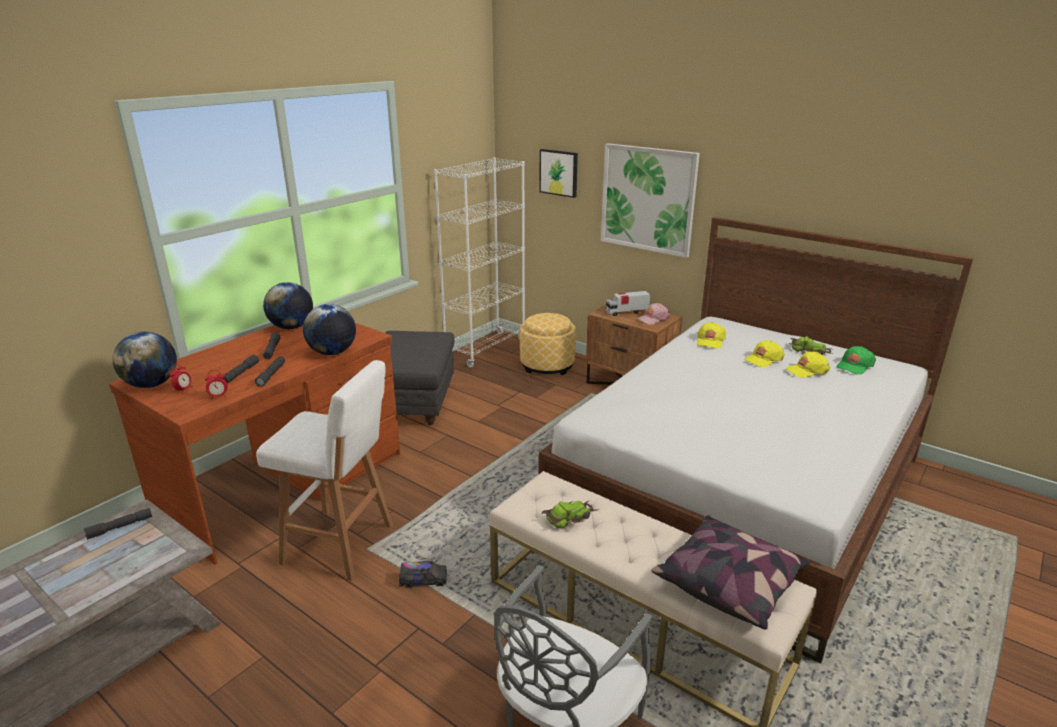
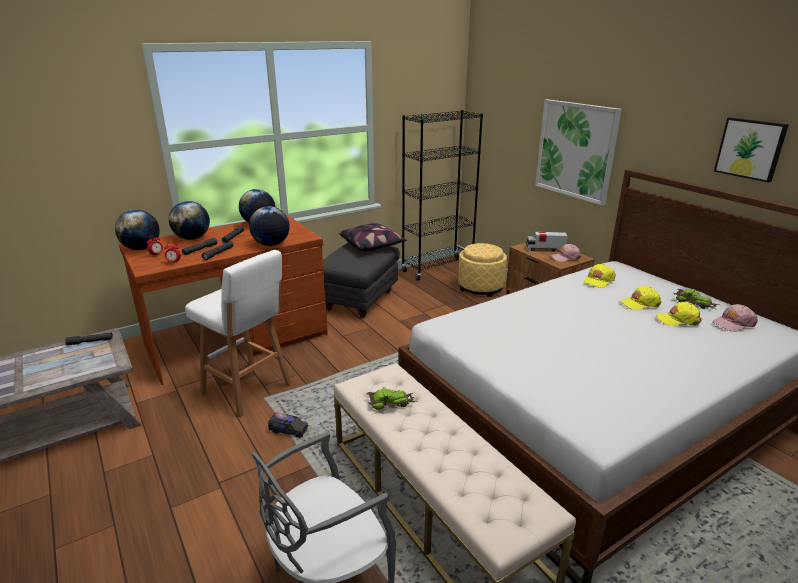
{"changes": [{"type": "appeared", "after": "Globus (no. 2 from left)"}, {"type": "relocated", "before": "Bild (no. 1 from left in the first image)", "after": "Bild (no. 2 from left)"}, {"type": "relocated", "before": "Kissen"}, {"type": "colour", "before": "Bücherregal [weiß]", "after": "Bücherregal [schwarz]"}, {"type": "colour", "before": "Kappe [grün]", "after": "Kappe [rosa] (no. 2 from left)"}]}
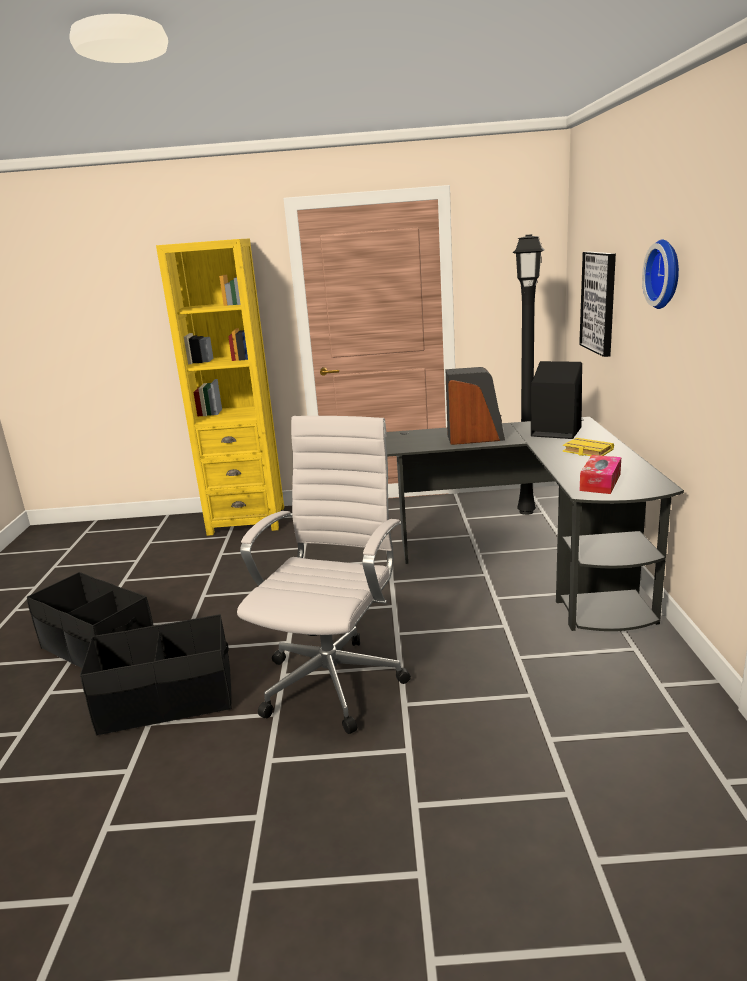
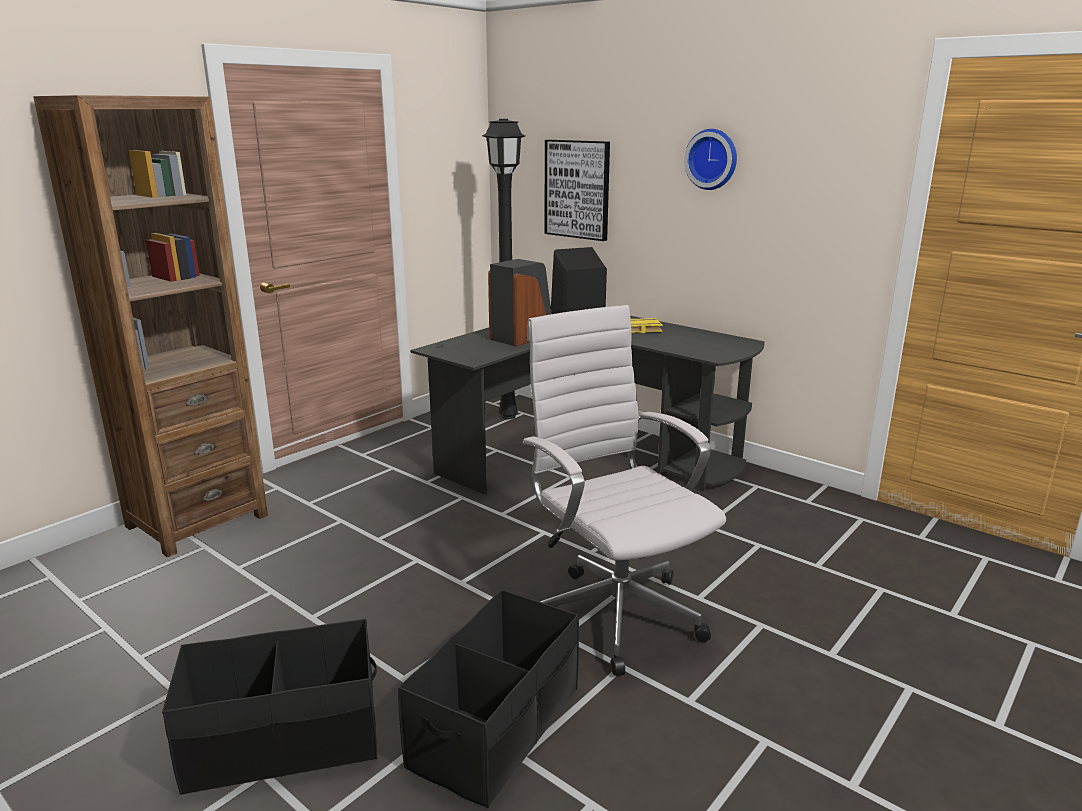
{"changes": [{"type": "missing", "before": "Taschentuchbox"}, {"type": "colour", "before": "Bücherregal [gelb]", "after": "Bücherregal [braun]"}]}
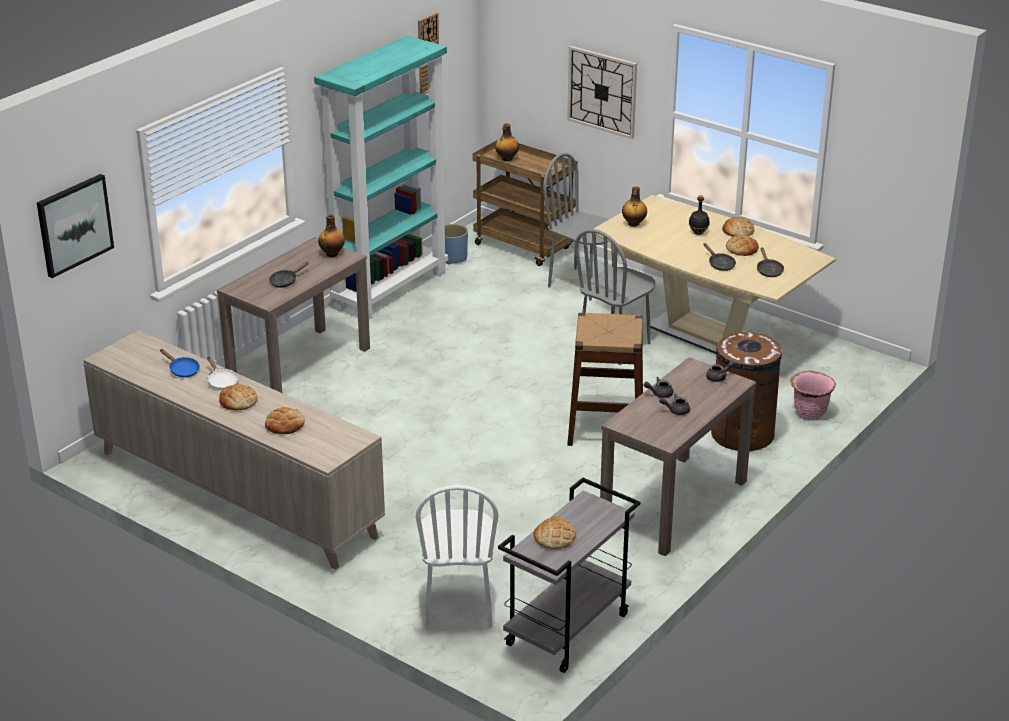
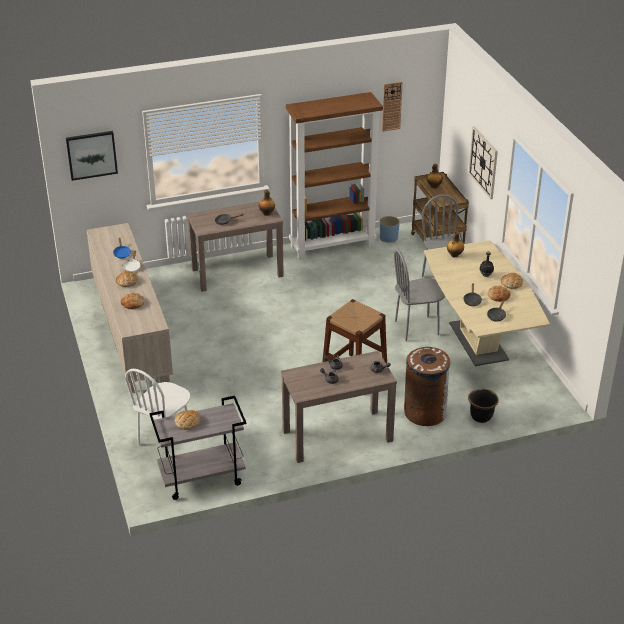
{"changes": [{"type": "colour", "before": "Bücherregal [türkis]", "after": "Bücherregal [braun]"}, {"type": "colour", "before": "Pflanzkübel [rosa]", "after": "Pflanzkübel [schwarz]"}]}
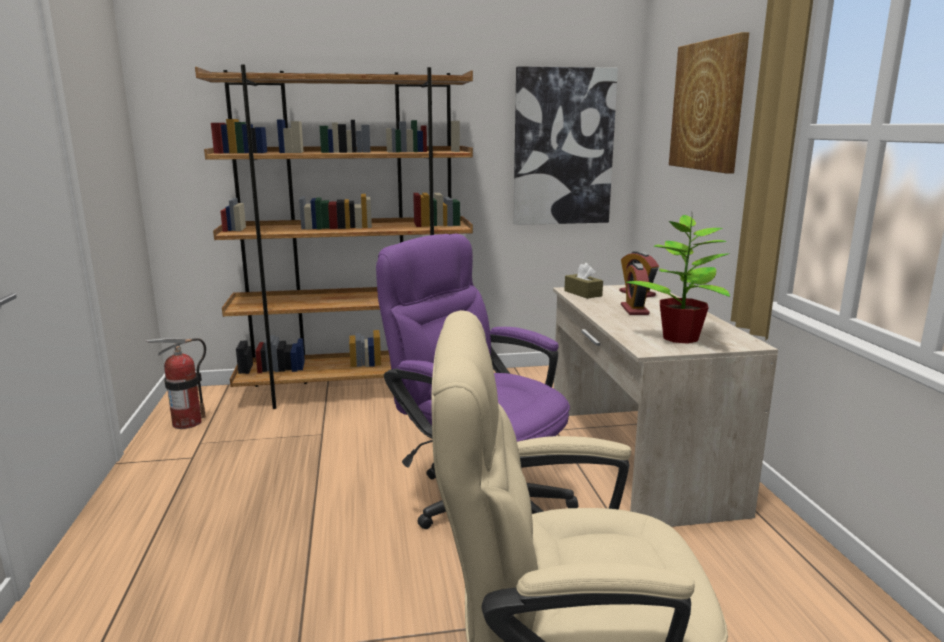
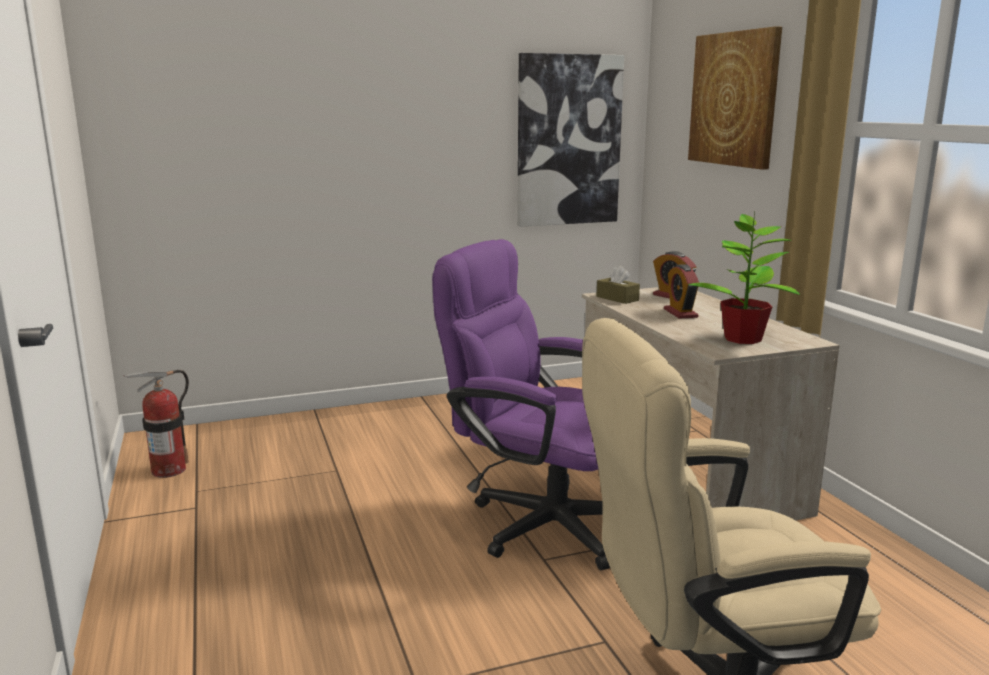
{"changes": [{"type": "missing", "before": "Bücherregal [braun]"}]}
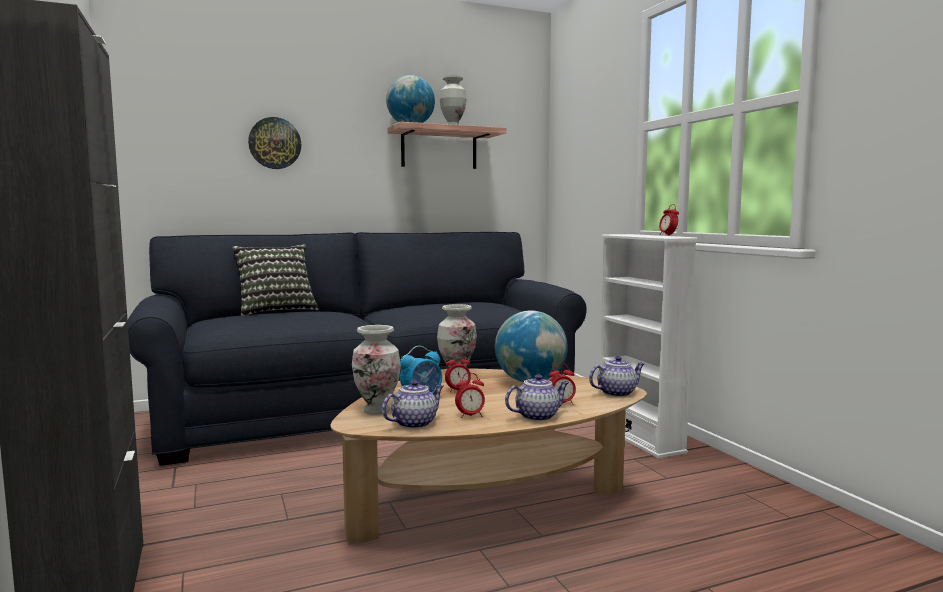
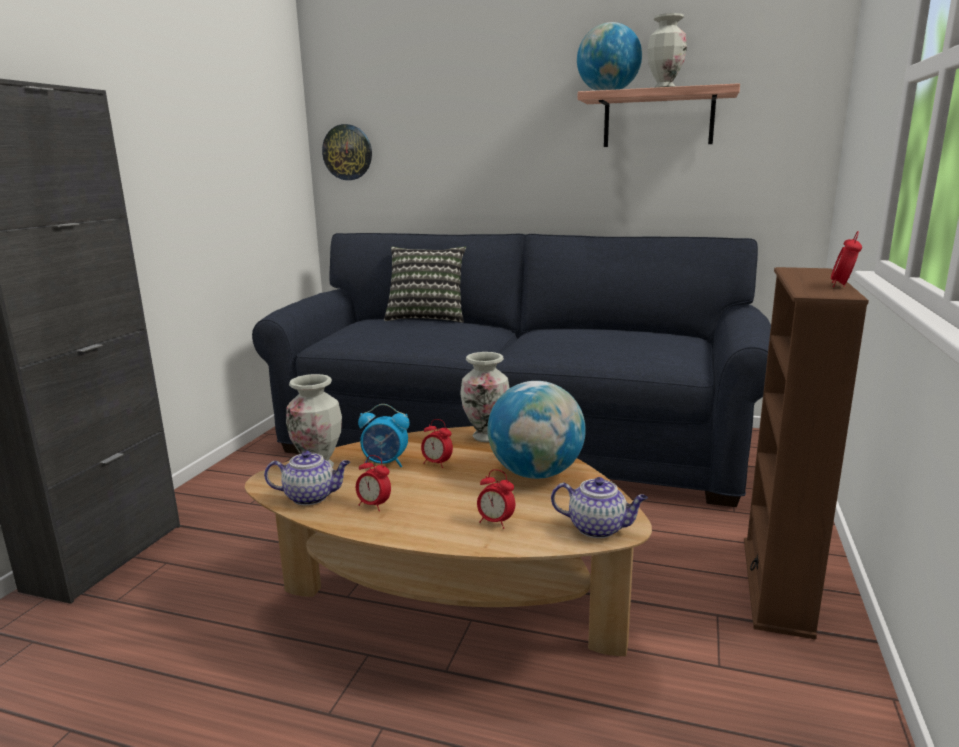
{"changes": [{"type": "missing", "before": "Teekanne (no. 2 from left)"}, {"type": "relocated", "before": "Wanduhr"}, {"type": "colour", "before": "Bücherregal [weiß]", "after": "Bücherregal [braun]"}]}
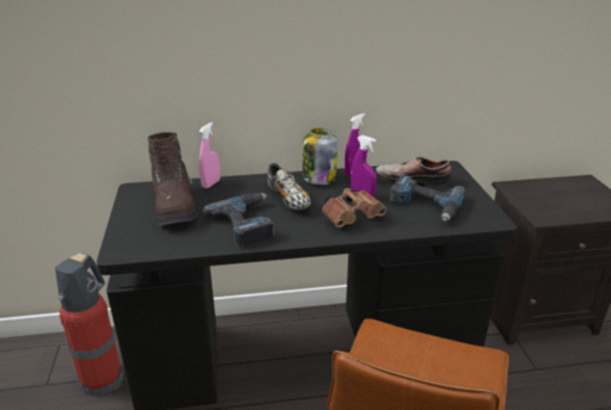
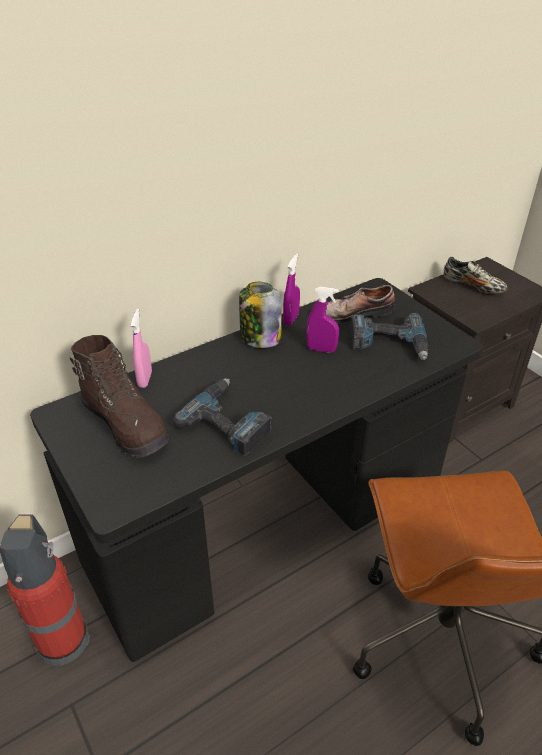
{"changes": [{"type": "missing", "before": "Fernglas [braun]"}, {"type": "relocated", "before": "Schuh (no. 1 from left in the first image)", "after": "Schuh (no. 2 from left)"}]}
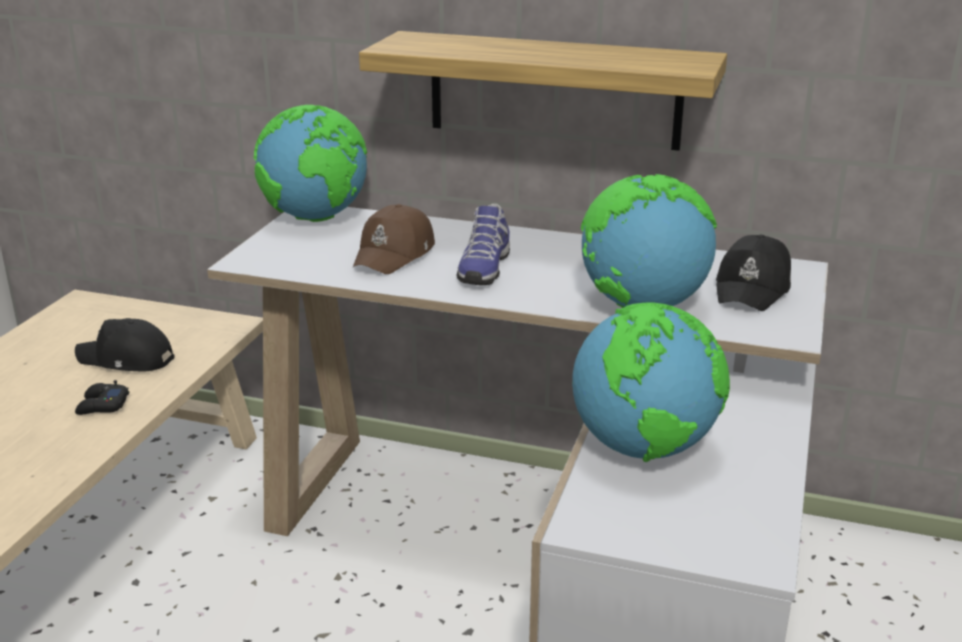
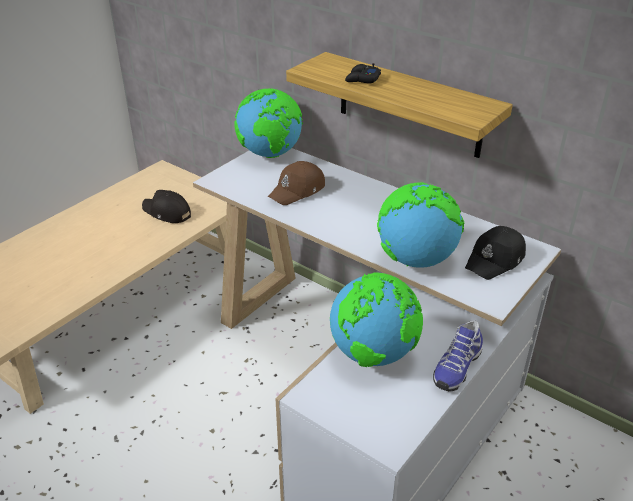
{"changes": [{"type": "relocated", "before": "Gamepad [schwarz]"}, {"type": "relocated", "before": "Schuh"}]}
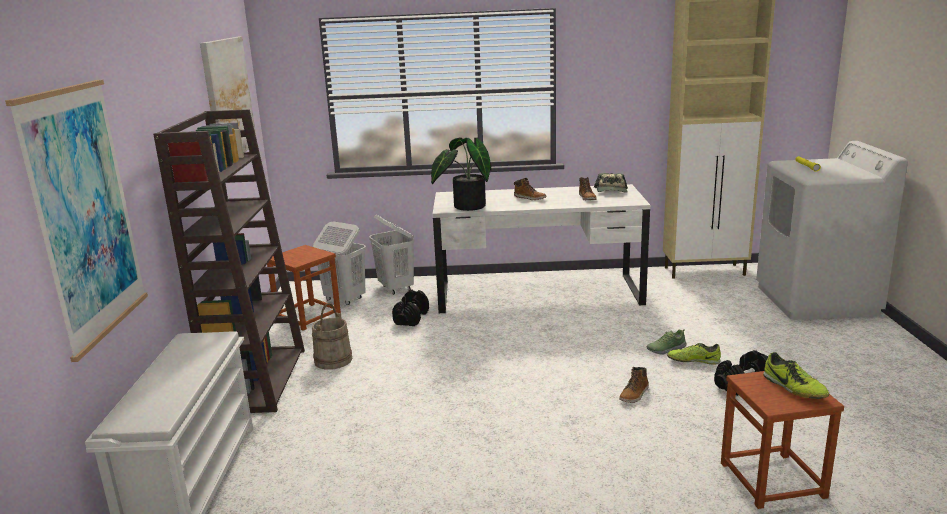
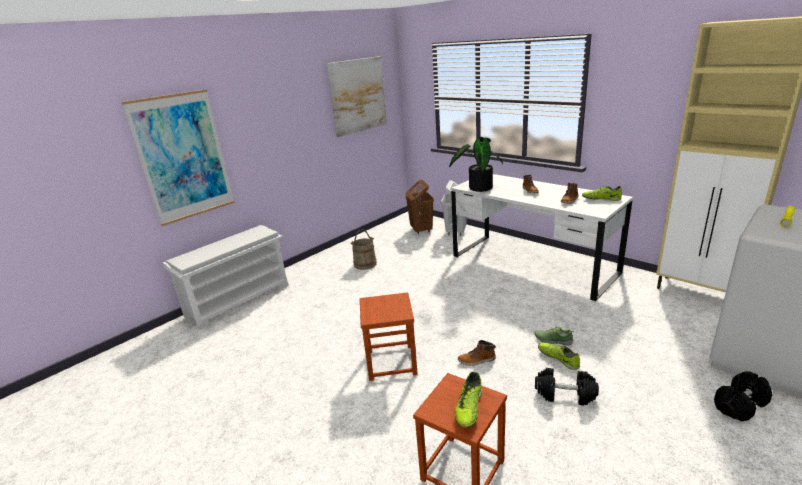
{"changes": [{"type": "missing", "before": "Bücherregal [braun]"}, {"type": "relocated", "before": "Hocker [braun] (no. 1 from left)"}, {"type": "relocated", "before": "Hantel [schwarz] (no. 1 from left in the first image)", "after": "Hantel [schwarz] (no. 2 from left)"}, {"type": "exchanged", "before": "Kappe", "after": "Schuh (no. 4 from left)"}, {"type": "colour", "before": "Wäschekorb [weiß] (no. 1 from left)", "after": "Wäschekorb [braun]"}]}
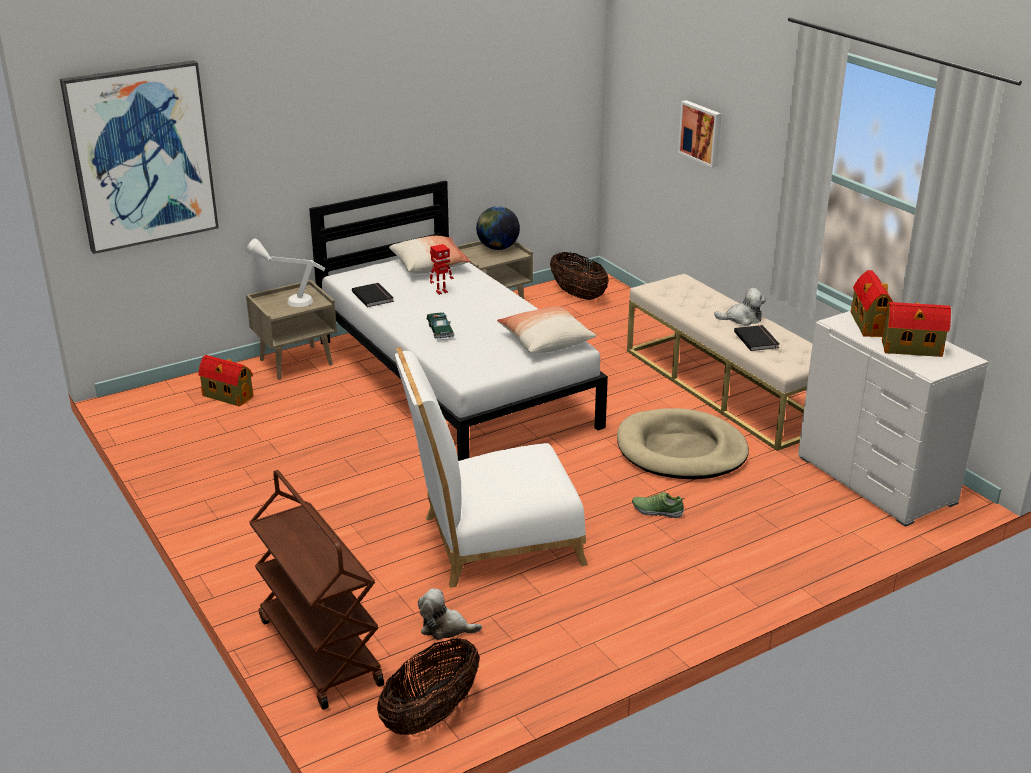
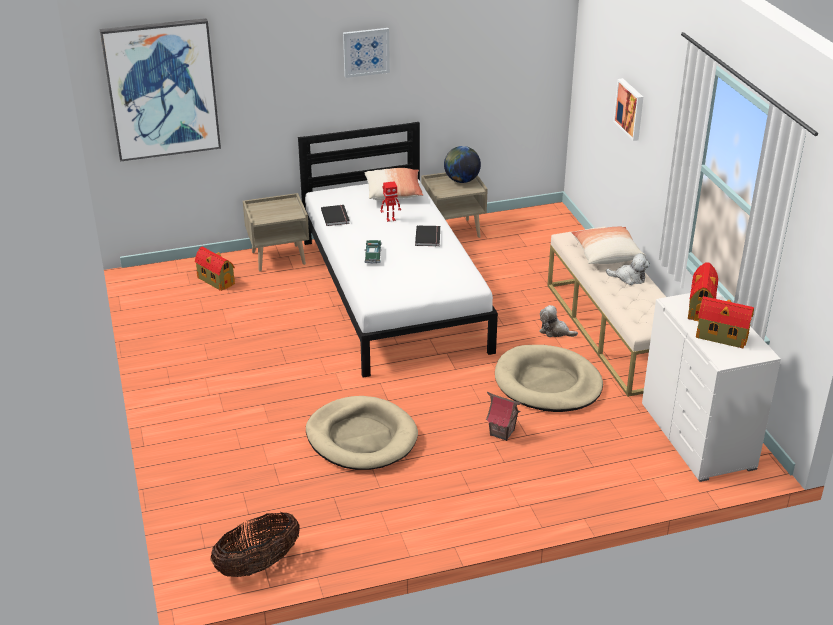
{"changes": [{"type": "missing", "before": "Tischlampe [weiß]"}, {"type": "missing", "before": "Rollwagen [braun]"}, {"type": "missing", "before": "Korb (no. 2 from left)"}, {"type": "appeared", "after": "Bild (no. 2 from left)"}, {"type": "relocated", "before": "Plüschtier (no. 1 from left)"}, {"type": "relocated", "before": "Kissen (no. 2 from left)"}, {"type": "relocated", "before": "Buch [schwarz] (no. 2 from left)"}, {"type": "exchanged", "before": "Stuhl [weiß]", "after": "Hundebett [beige] (no. 1 from left)"}, {"type": "exchanged", "before": "Schuh", "after": "Spielzeughaus (no. 2 from left)"}]}
